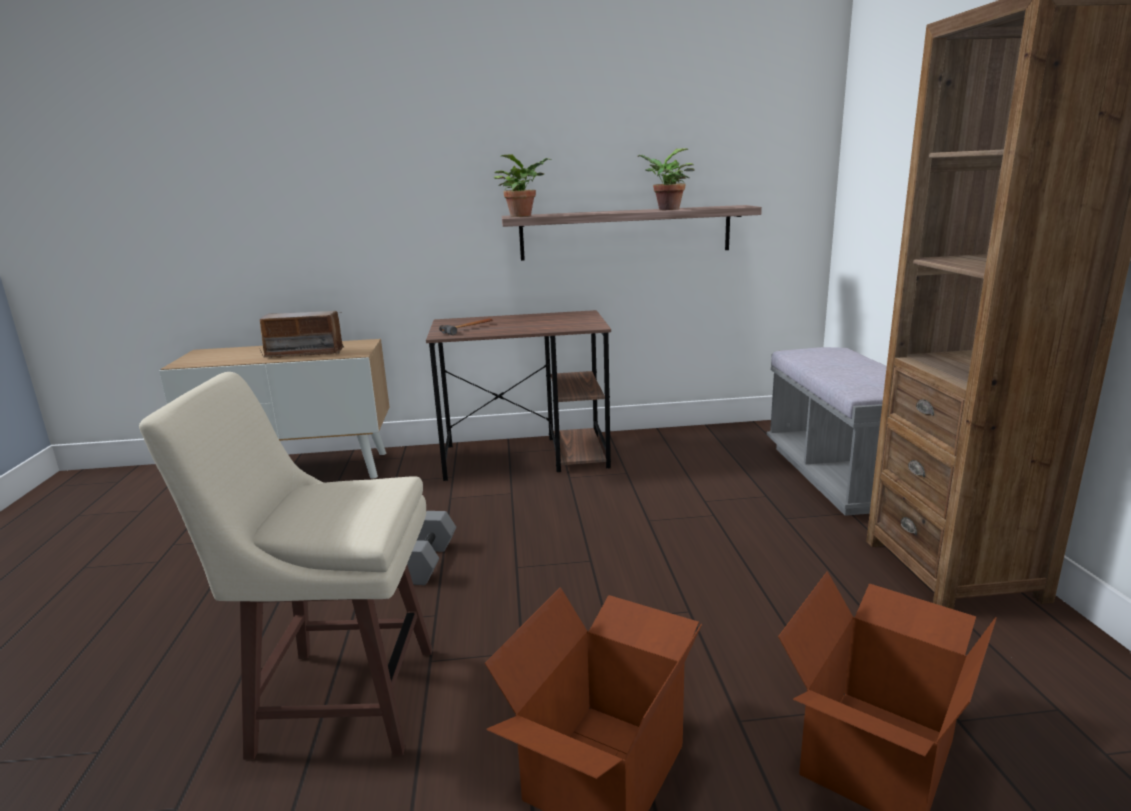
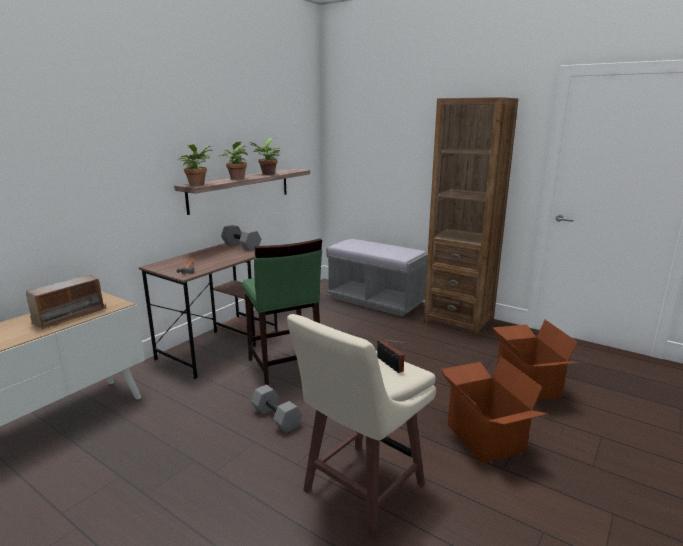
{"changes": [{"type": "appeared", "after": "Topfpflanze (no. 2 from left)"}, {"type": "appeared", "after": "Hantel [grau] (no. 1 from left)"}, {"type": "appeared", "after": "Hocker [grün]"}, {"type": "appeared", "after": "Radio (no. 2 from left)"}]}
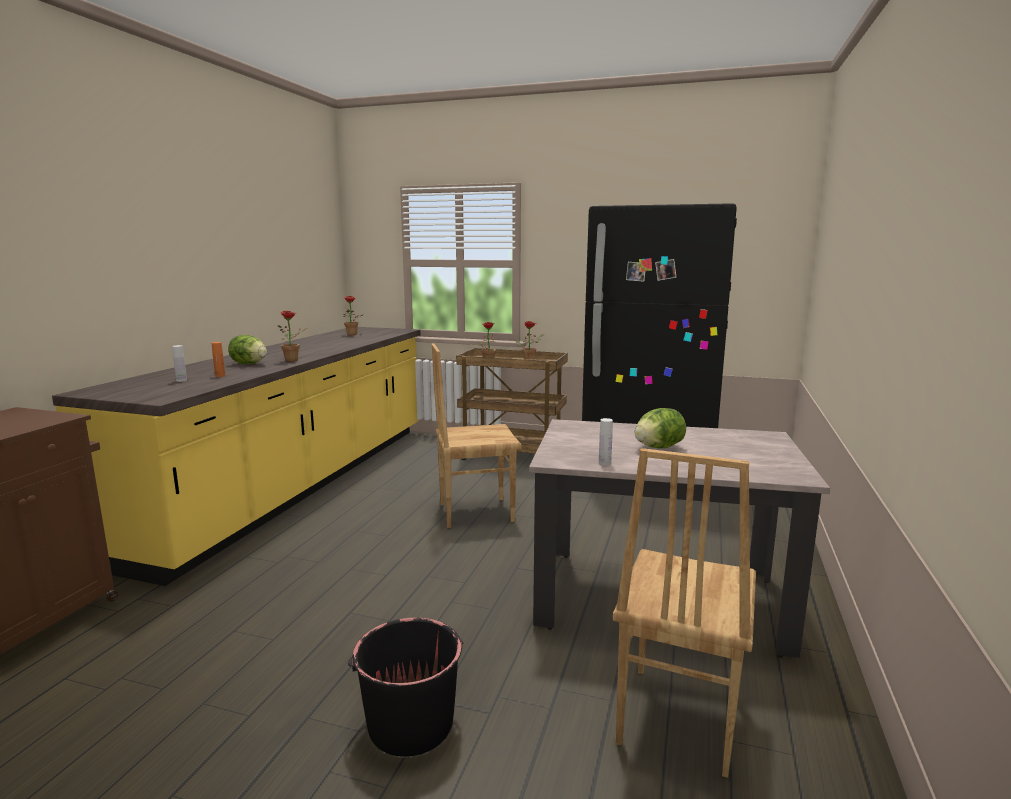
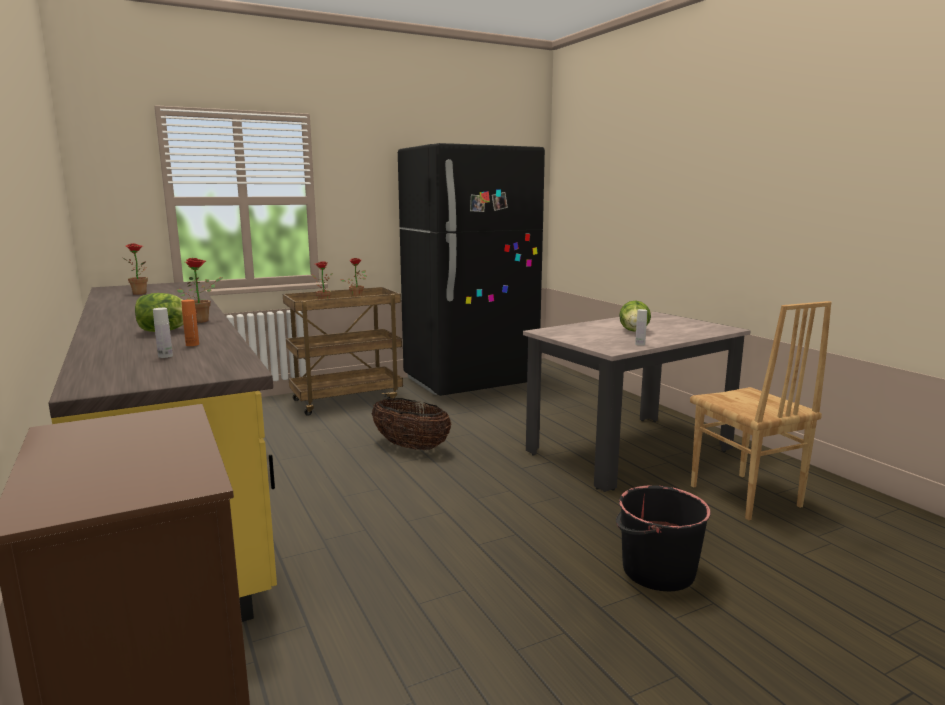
{"changes": [{"type": "exchanged", "before": "Stuhl [braun] (no. 1 from left)", "after": "Korb"}]}
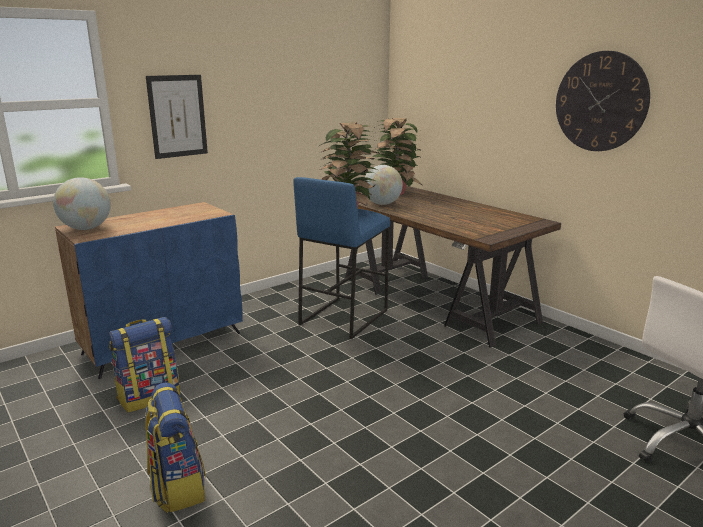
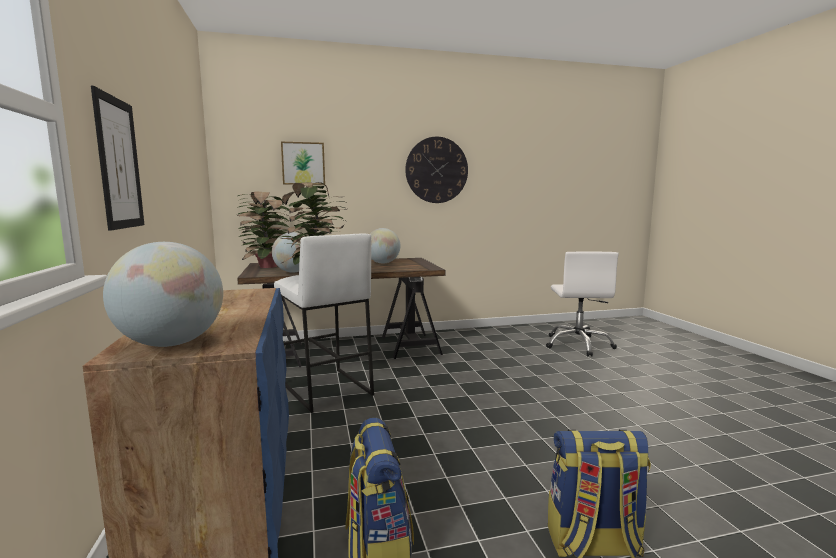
{"changes": [{"type": "appeared", "after": "Bild (no. 2 from left)"}, {"type": "appeared", "after": "Globus (no. 3 from left)"}, {"type": "colour", "before": "Hocker [blau]", "after": "Hocker [weiß]"}]}
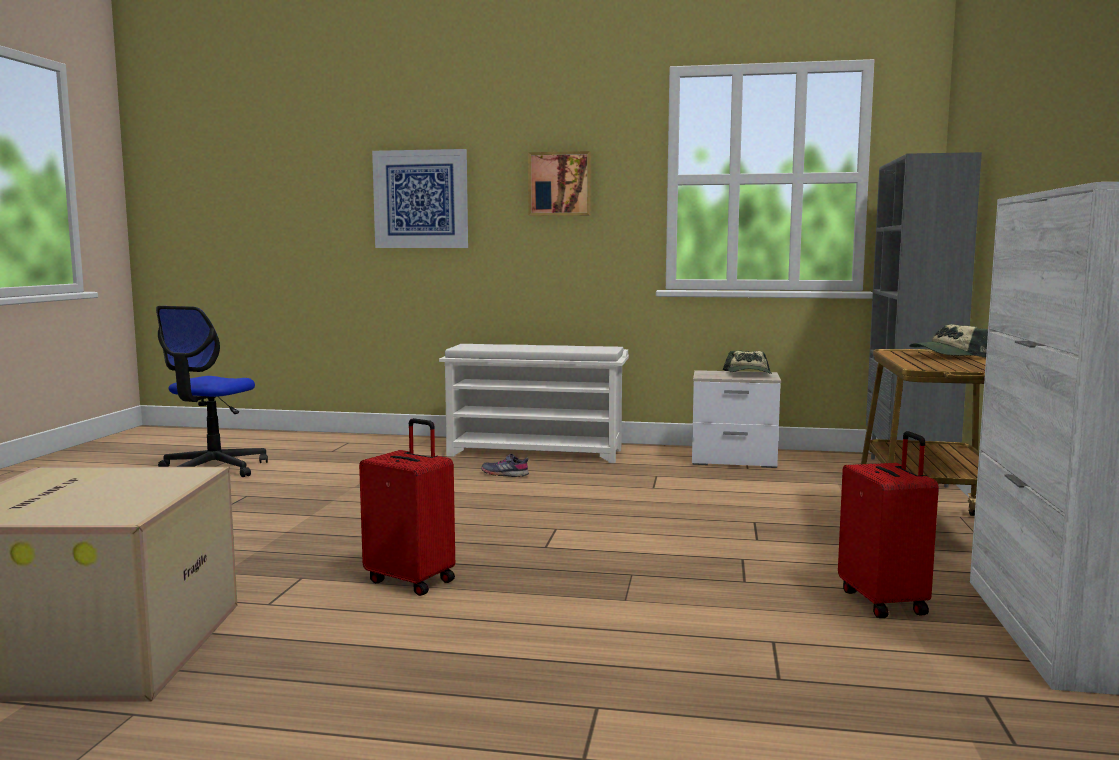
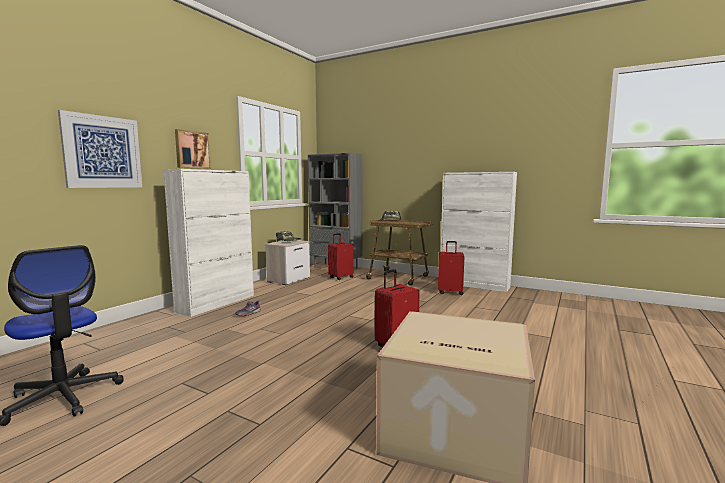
{"changes": [{"type": "appeared", "after": "Koffer [rot] (no. 1 from left)"}, {"type": "exchanged", "before": "Schuhregal [weiß]", "after": "Schrank [weiß] (no. 1 from left)"}]}
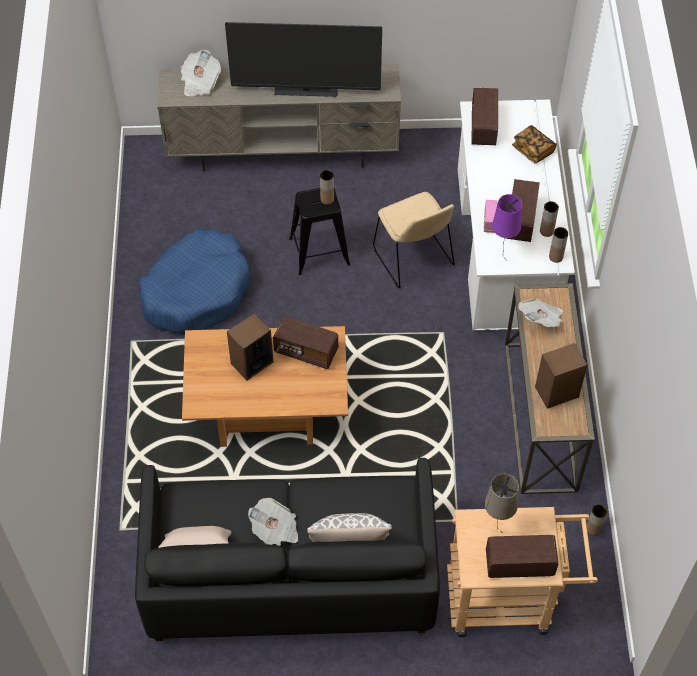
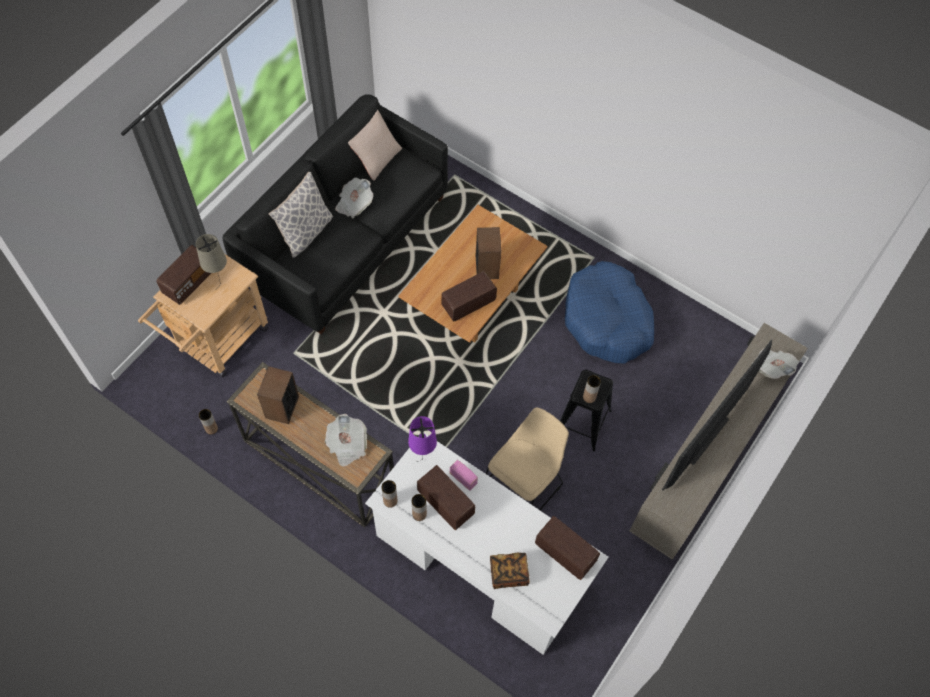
{"changes": [{"type": "spun", "before": "Stuhl [beige]", "turn": 120}]}
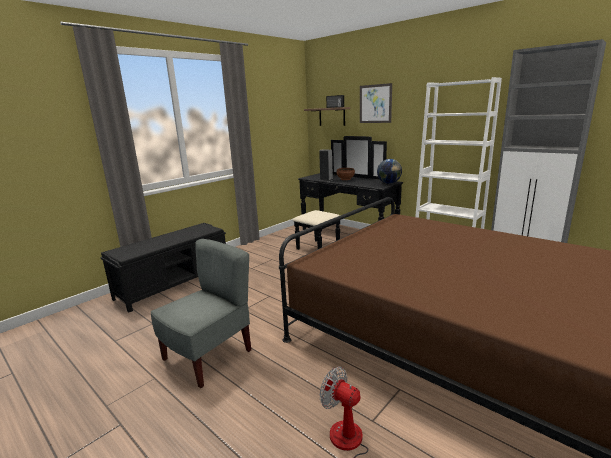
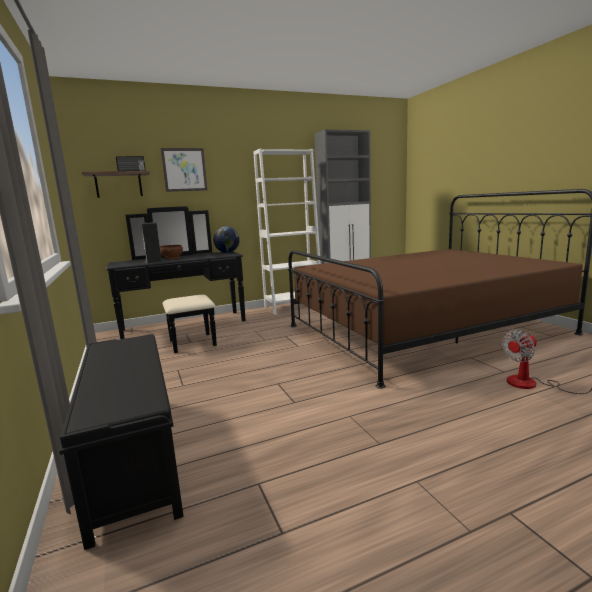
{"changes": [{"type": "missing", "before": "Stuhl [grau]"}]}
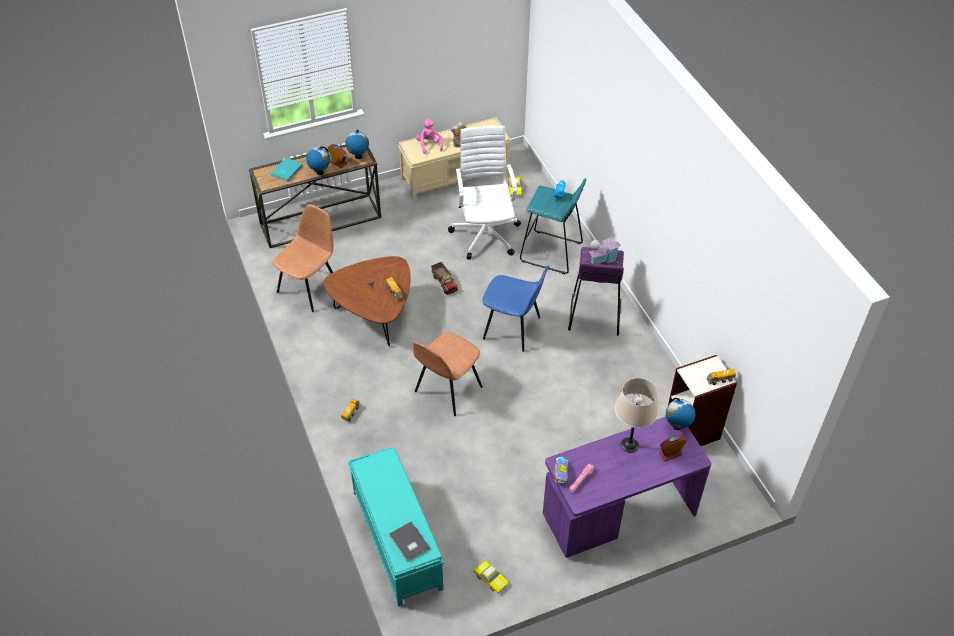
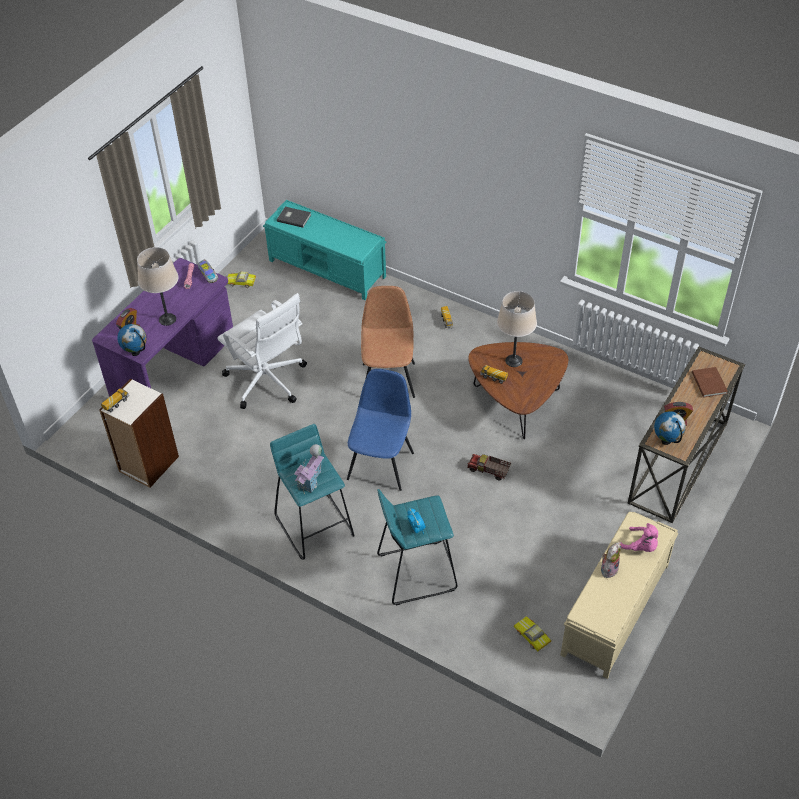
{"changes": [{"type": "missing", "before": "Stuhl [braun] (no. 1 from left)"}, {"type": "missing", "before": "Globus (no. 1 from left)"}, {"type": "appeared", "after": "Tischlampe [beige] (no. 2 from left)"}, {"type": "relocated", "before": "Bürostuhl [weiß]"}, {"type": "colour", "before": "Buch [türkis]", "after": "Buch [braun]"}, {"type": "colour", "before": "Hocker [lila]", "after": "Hocker [türkis] (no. 1 from left)"}, {"type": "spun", "before": "Stuhl [blau]", "turn": 120}]}
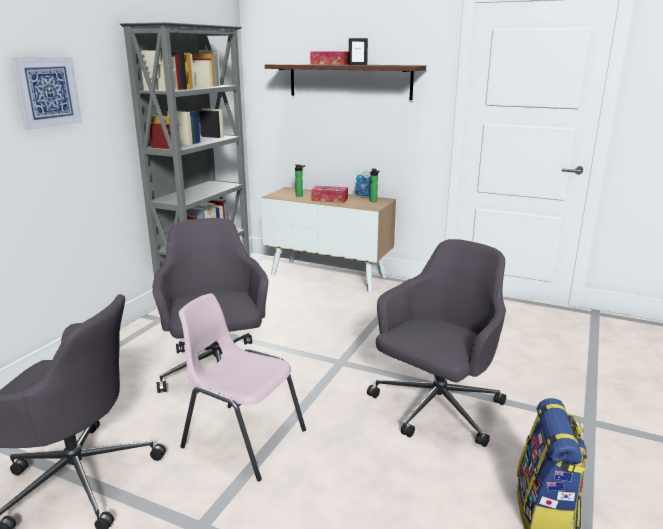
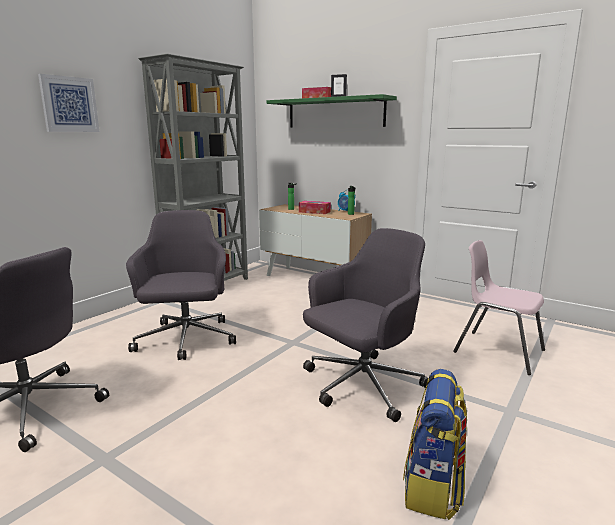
{"changes": [{"type": "relocated", "before": "Stuhl [rosa]"}, {"type": "colour", "before": "Wandregal [braun]", "after": "Wandregal [grün]"}]}
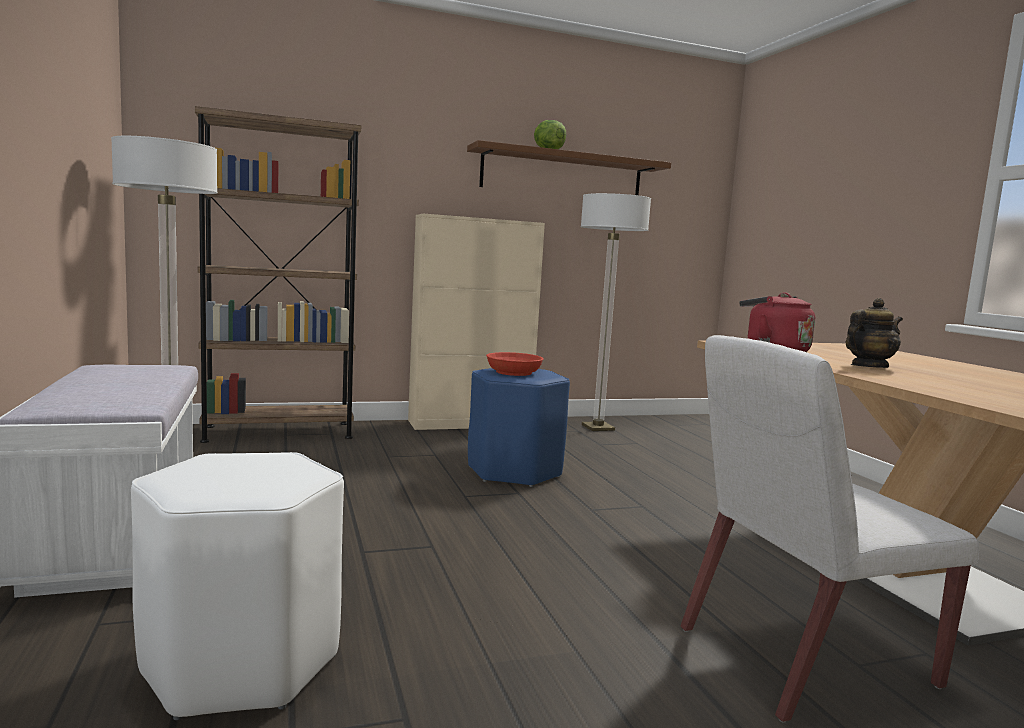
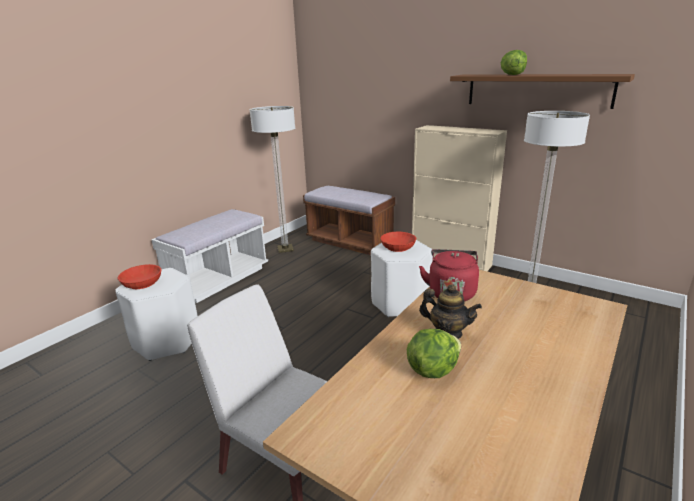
{"changes": [{"type": "appeared", "after": "Schüssel [rot] (no. 1 from left)"}, {"type": "appeared", "after": "Salatkopf (no. 1 from left)"}, {"type": "exchanged", "before": "Bücherregal [braun]", "after": "Bank [braun]"}, {"type": "colour", "before": "Hocker [blau]", "after": "Hocker [weiß] (no. 2 from left)"}]}
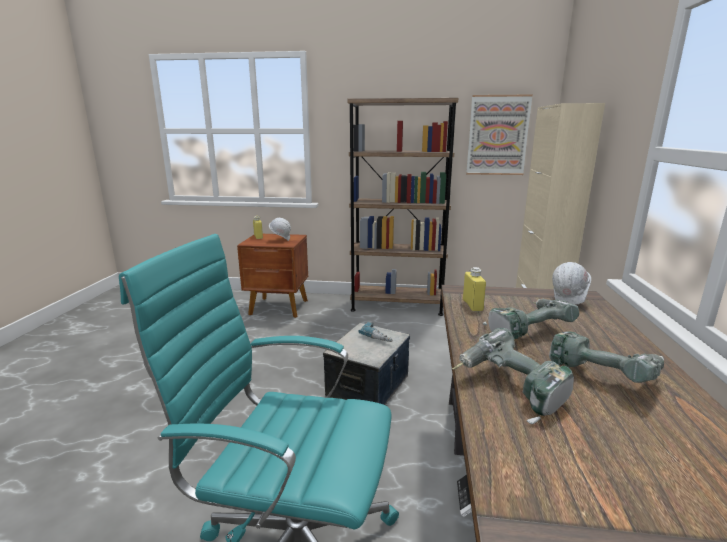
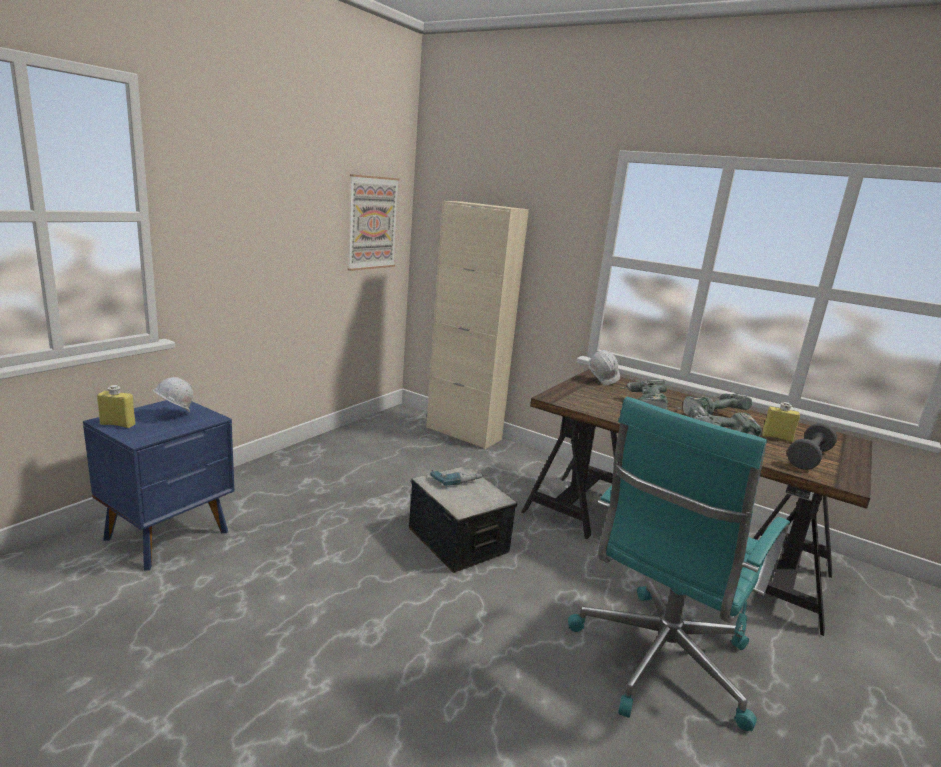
{"changes": [{"type": "missing", "before": "Bücherregal [braun]"}, {"type": "appeared", "after": "Hantel [grau]"}, {"type": "relocated", "before": "Flasche [gelb] (no. 2 from left)"}, {"type": "colour", "before": "Nachttisch [braun]", "after": "Nachttisch [blau]"}]}
